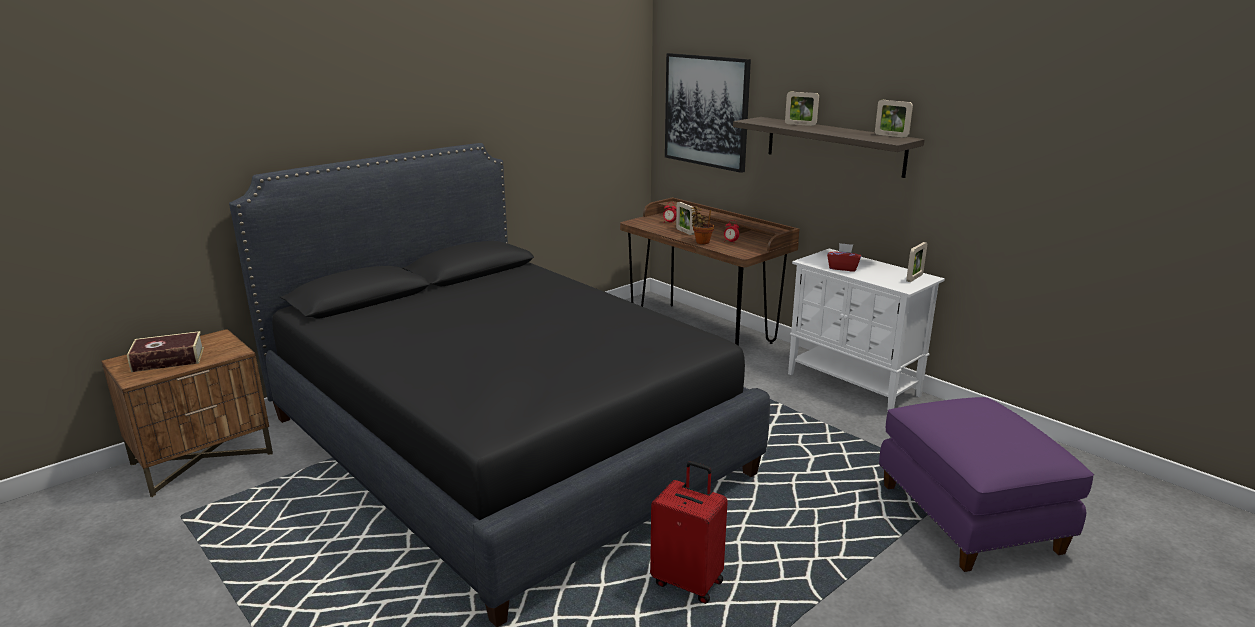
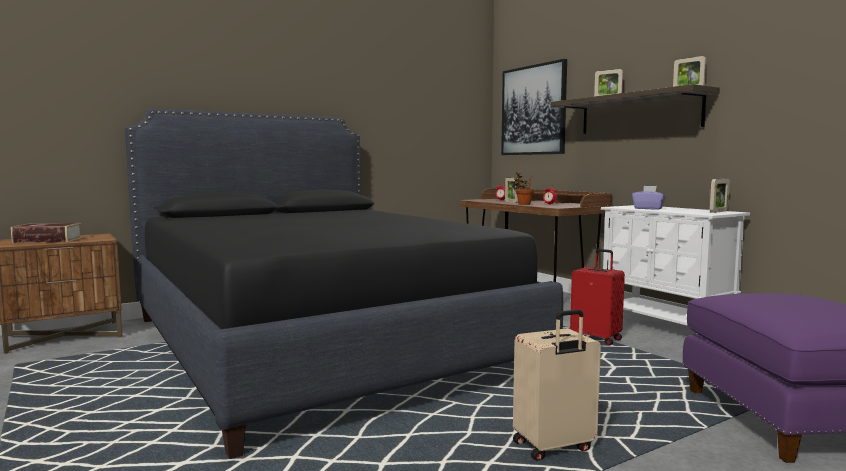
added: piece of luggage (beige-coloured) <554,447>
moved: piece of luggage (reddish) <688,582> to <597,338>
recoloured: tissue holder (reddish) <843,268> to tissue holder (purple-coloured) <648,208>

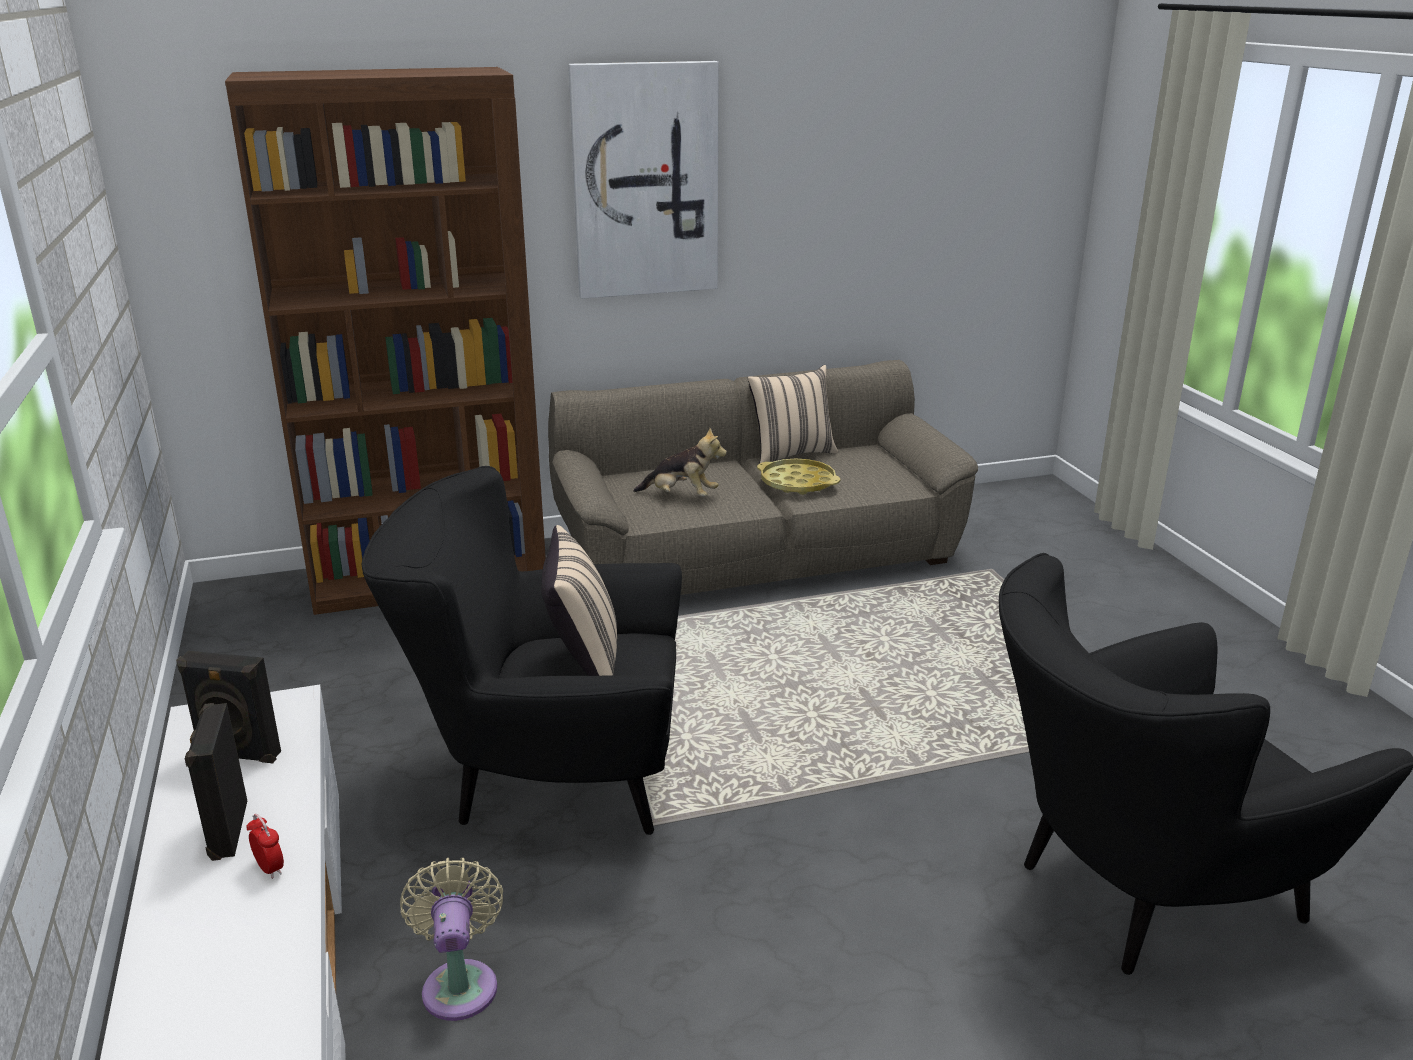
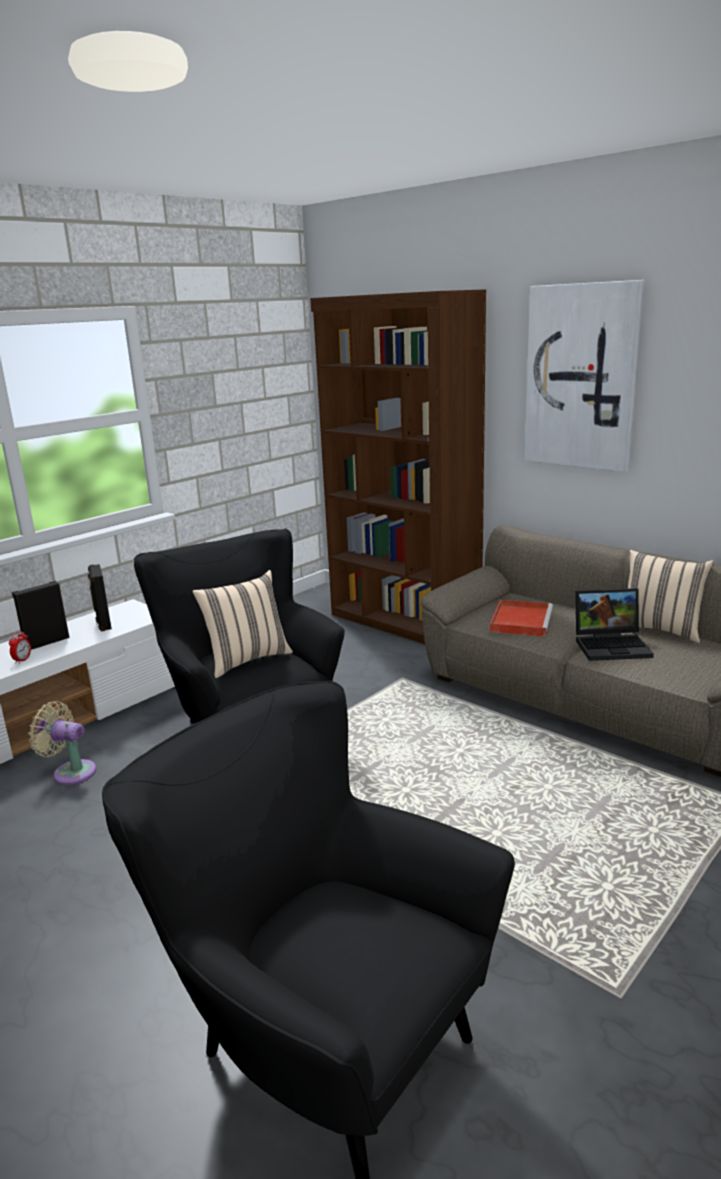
replaced: plush toy <681,496> to carrying tray (reddish) <520,620>; carrying tray (yellow-coloured) <797,483> to notebook computer <612,645>
turned: cooling fan (beige-coloured) <460,983> = <71,772> 120 degrees counterclockwise

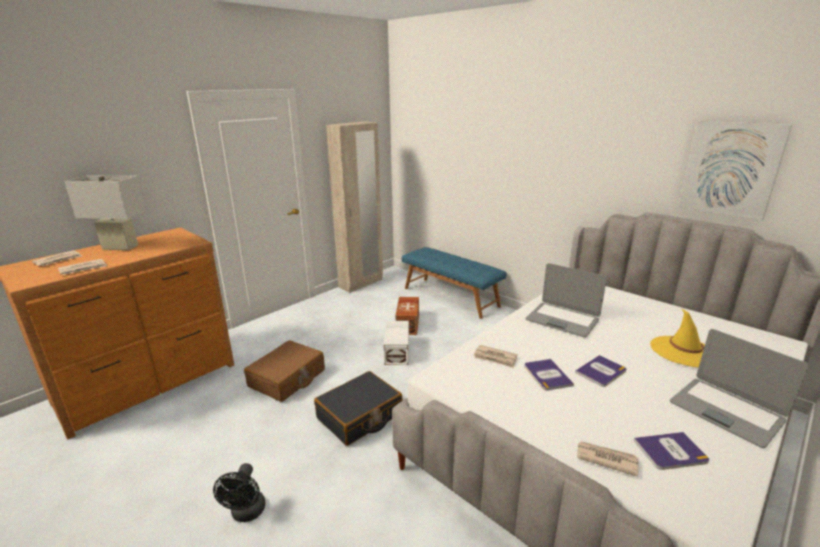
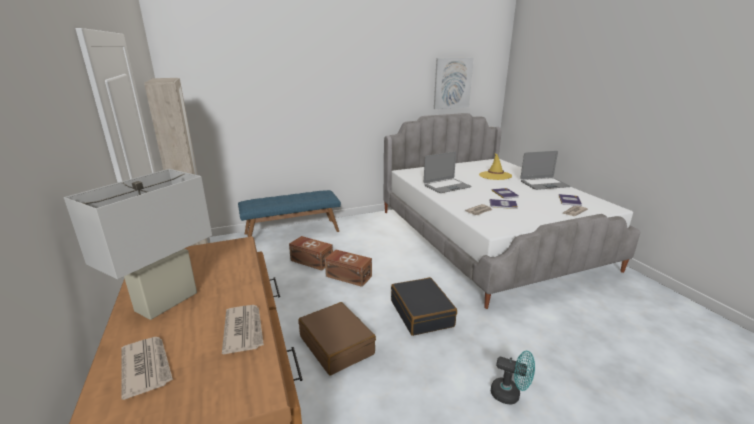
recoloured: cooling fan (blackish) <247,514> to cooling fan (blue-green) <510,395>; storage box (whitish) <397,351> to storage box (brownish) <348,275>

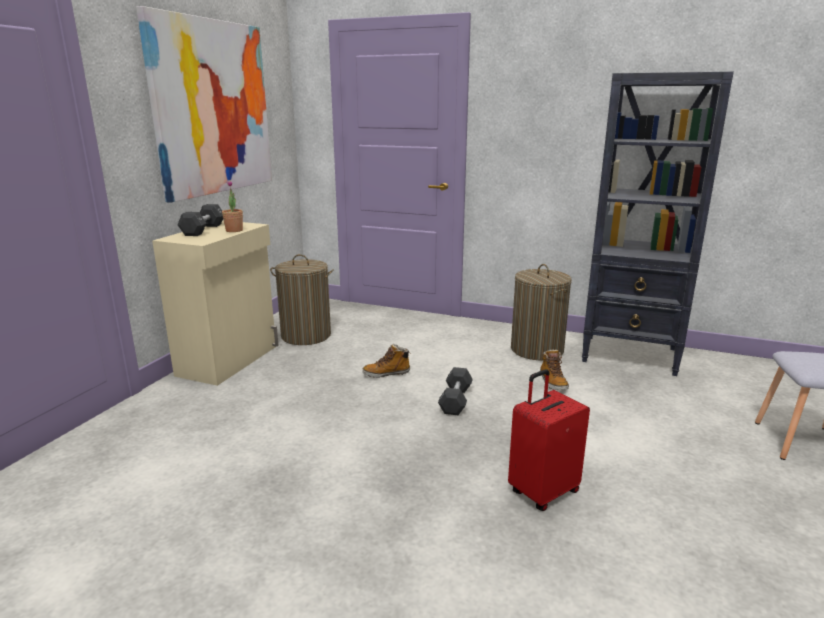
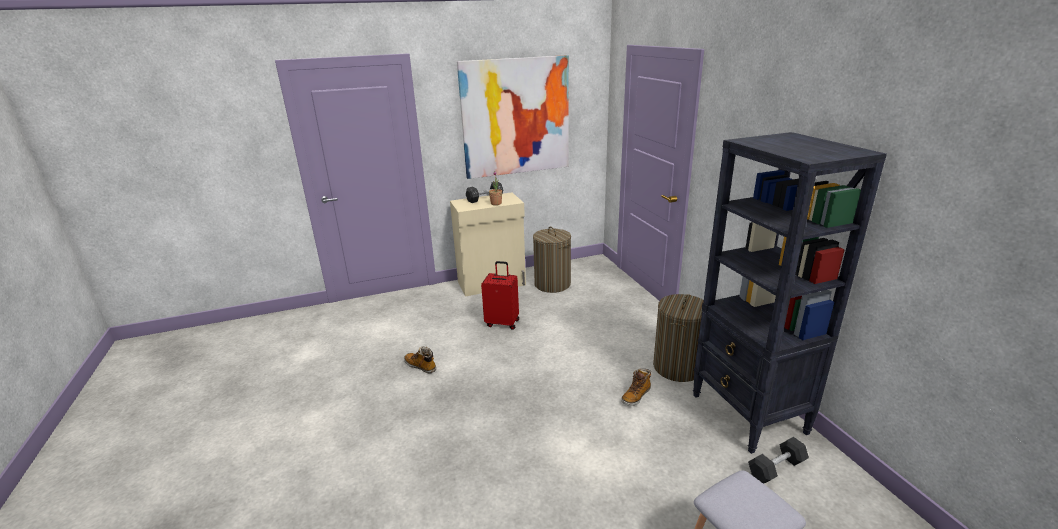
moved: high-top boot <386,373> to <421,366>; free weight (blackish) <455,400> to <776,468>; piece of luggage (reddish) <542,491> to <502,323>

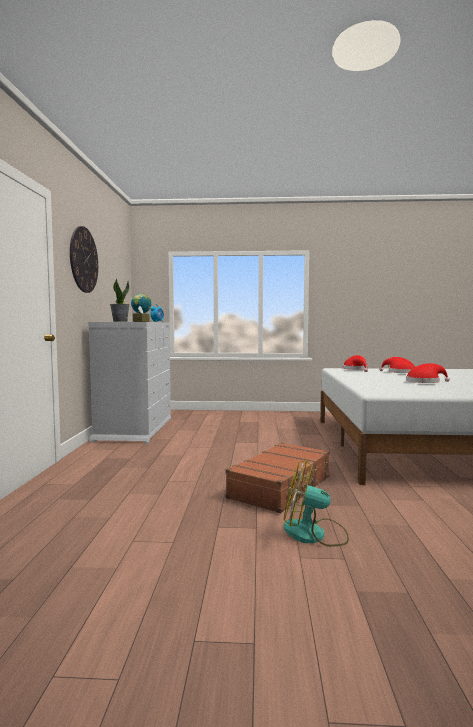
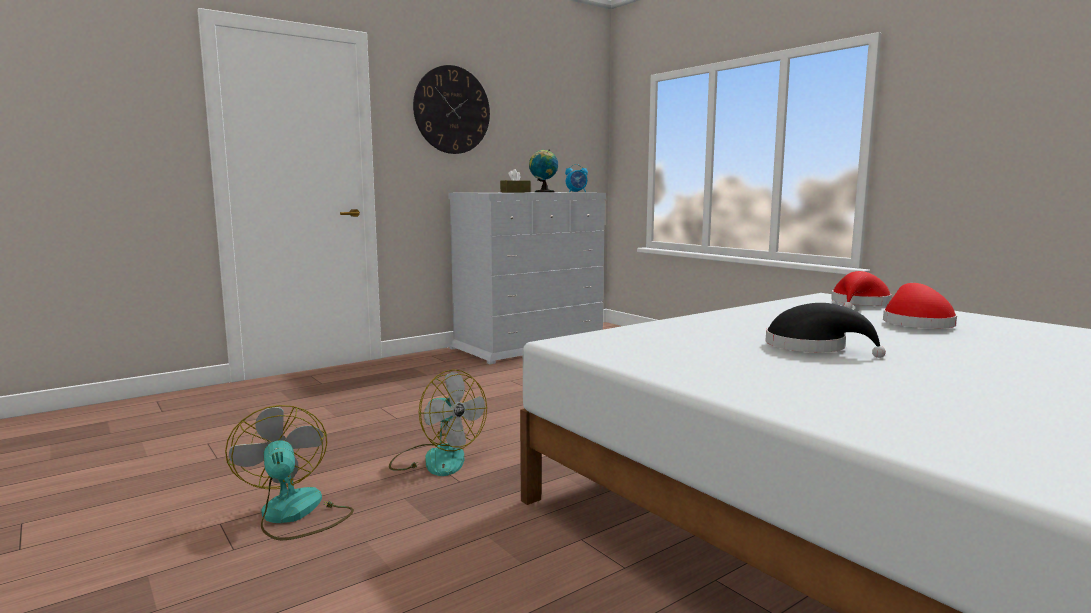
removed: potted plant <120,321>
replaced: piece of luggage (brownish) <281,487> to cooling fan <436,459>
recoloured: wearable hat (reddish) <425,382> to wearable hat (blackish) <812,347>

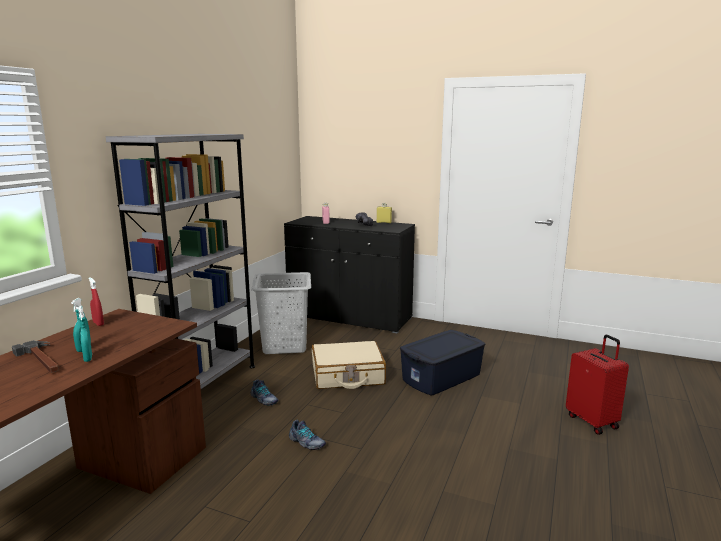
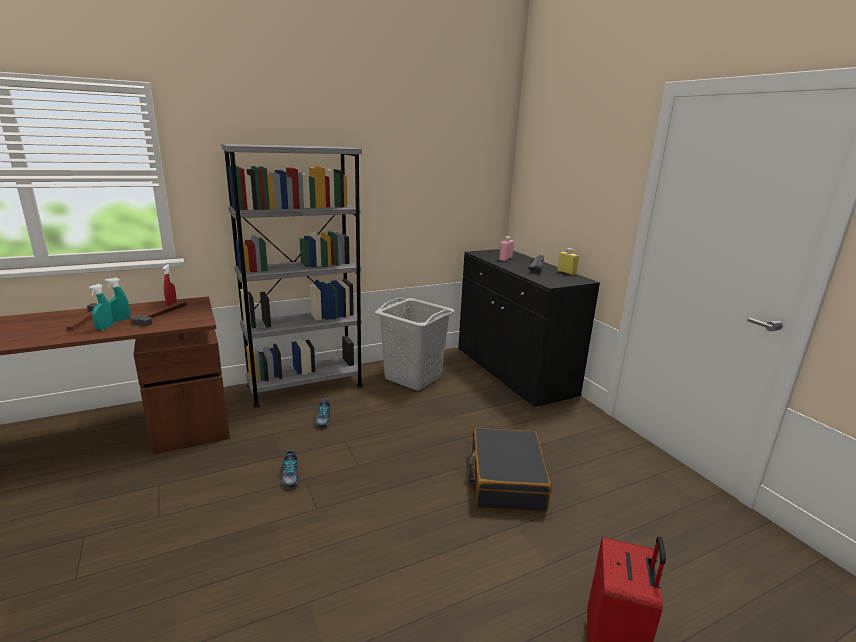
removed: piece of luggage (beige-coloured) <347,375>
added: hammer <161,314>
replaced: storage box (blue) <442,377> to piece of luggage (blackish) <505,480>

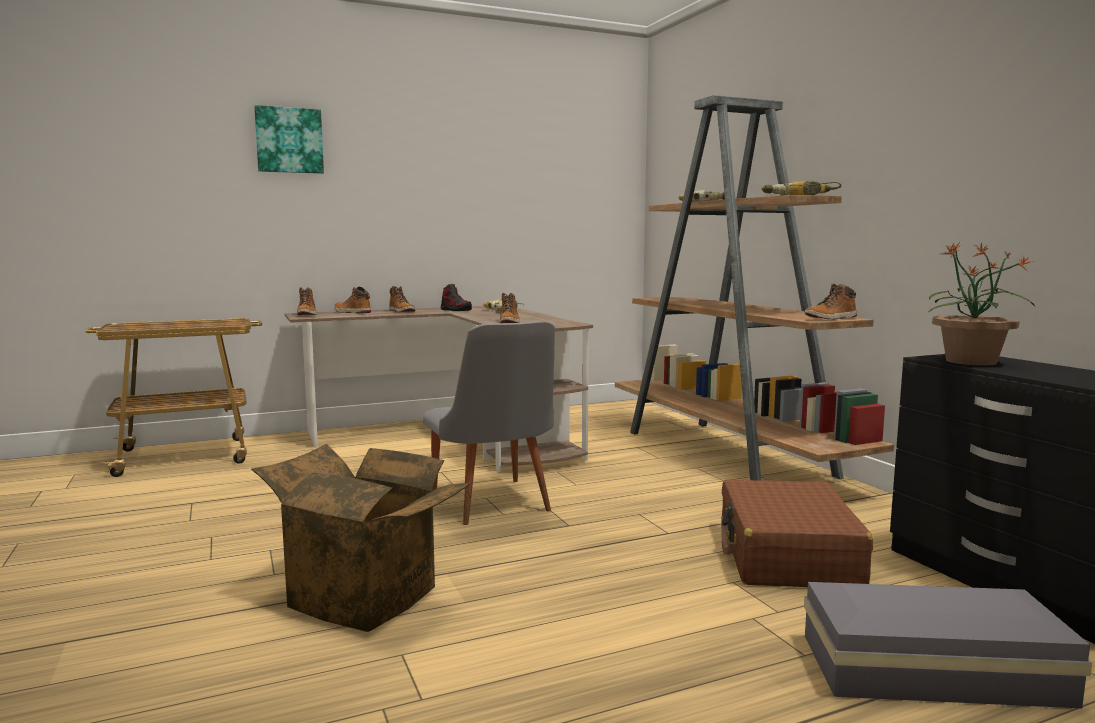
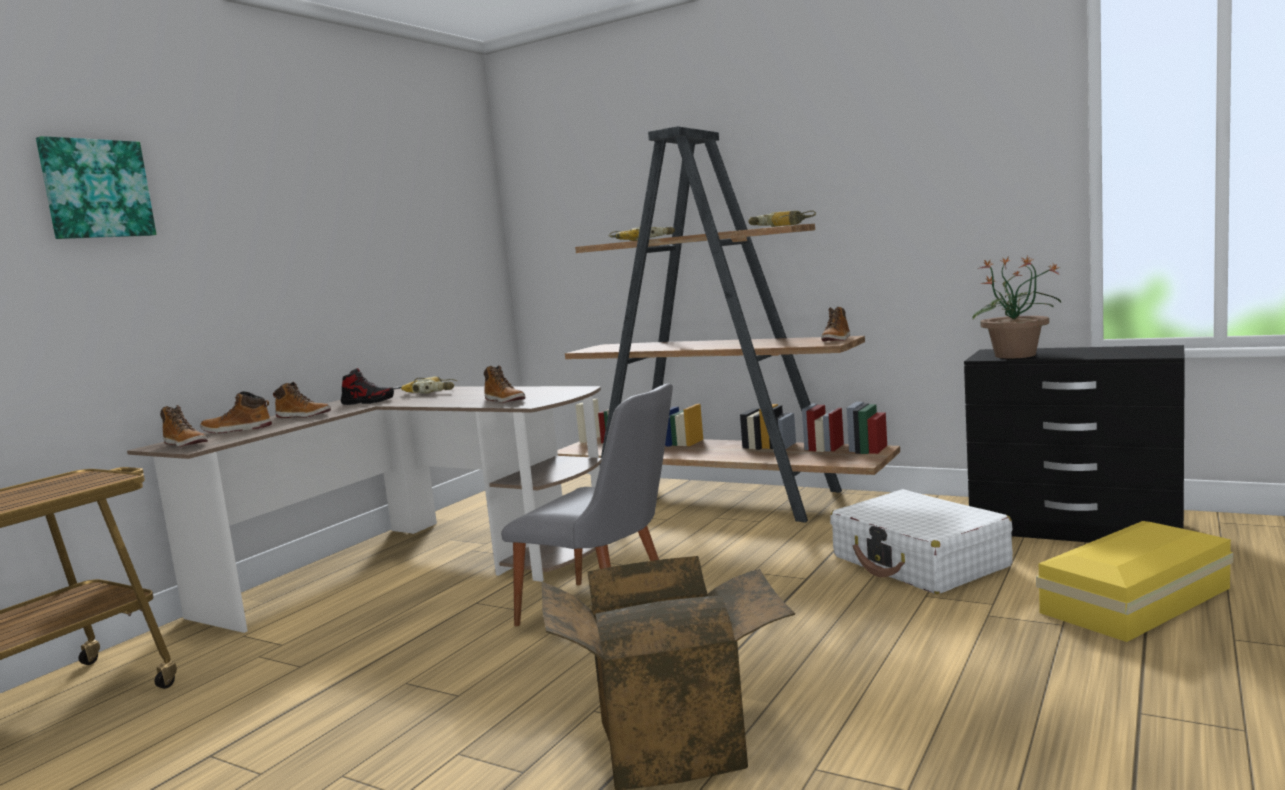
recoloured: piece of luggage (brownish) <787,555> to piece of luggage (whitish) <920,562>; storage box (grey) <937,671> to storage box (yellow-coloured) <1139,600>

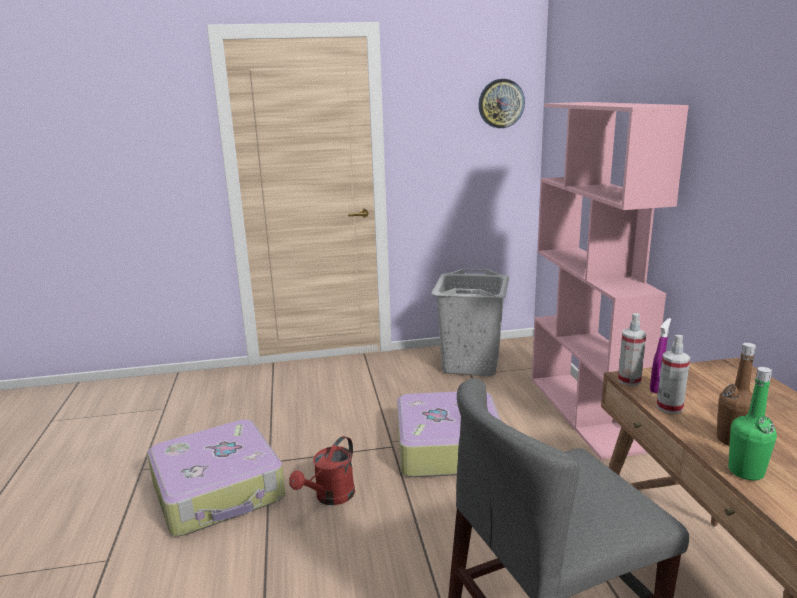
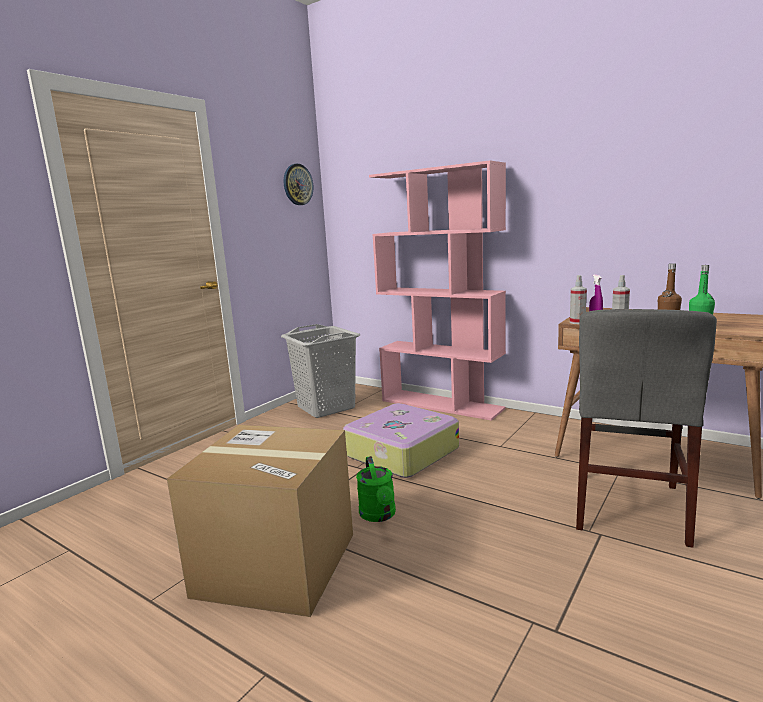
replaced: piece of luggage <219,491> to packing box <276,564>
recoloured: sprinkling can (reddish) <330,497> to sprinkling can (green) <379,515>

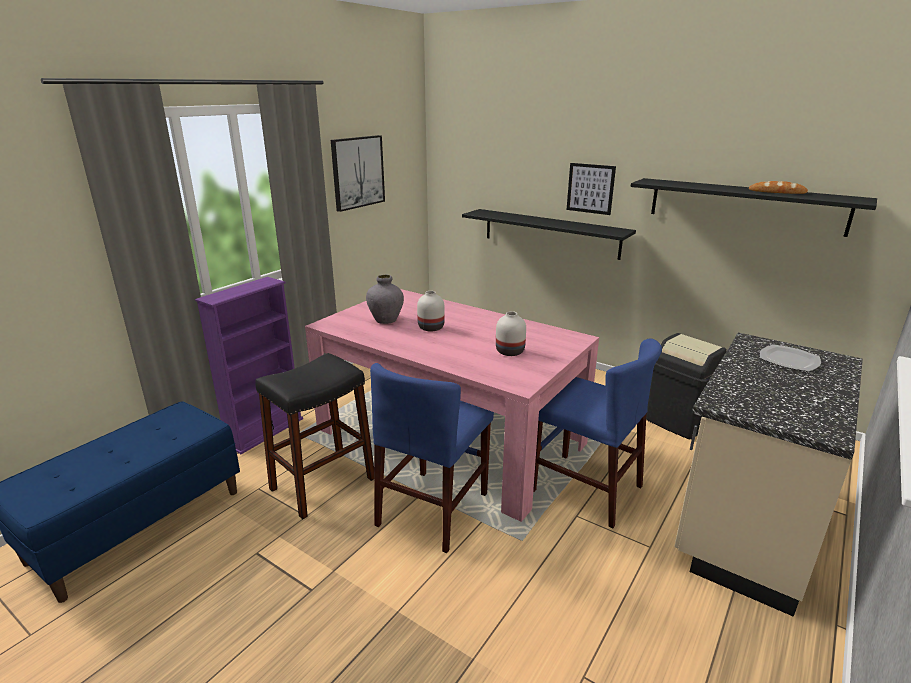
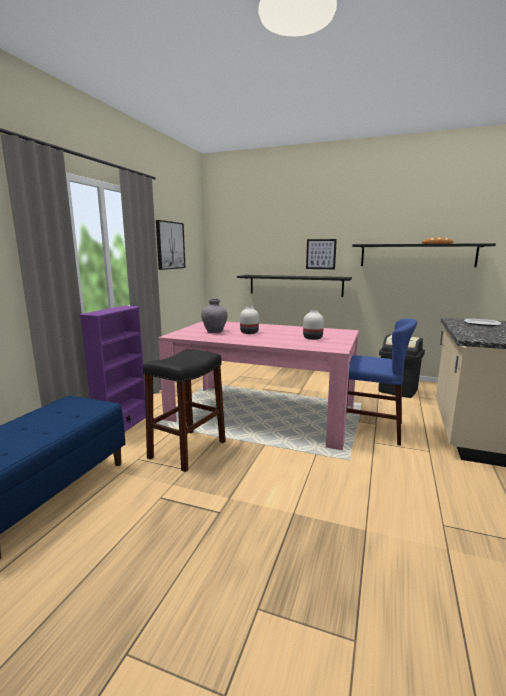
removed: plain chair (blue) <433,509>

